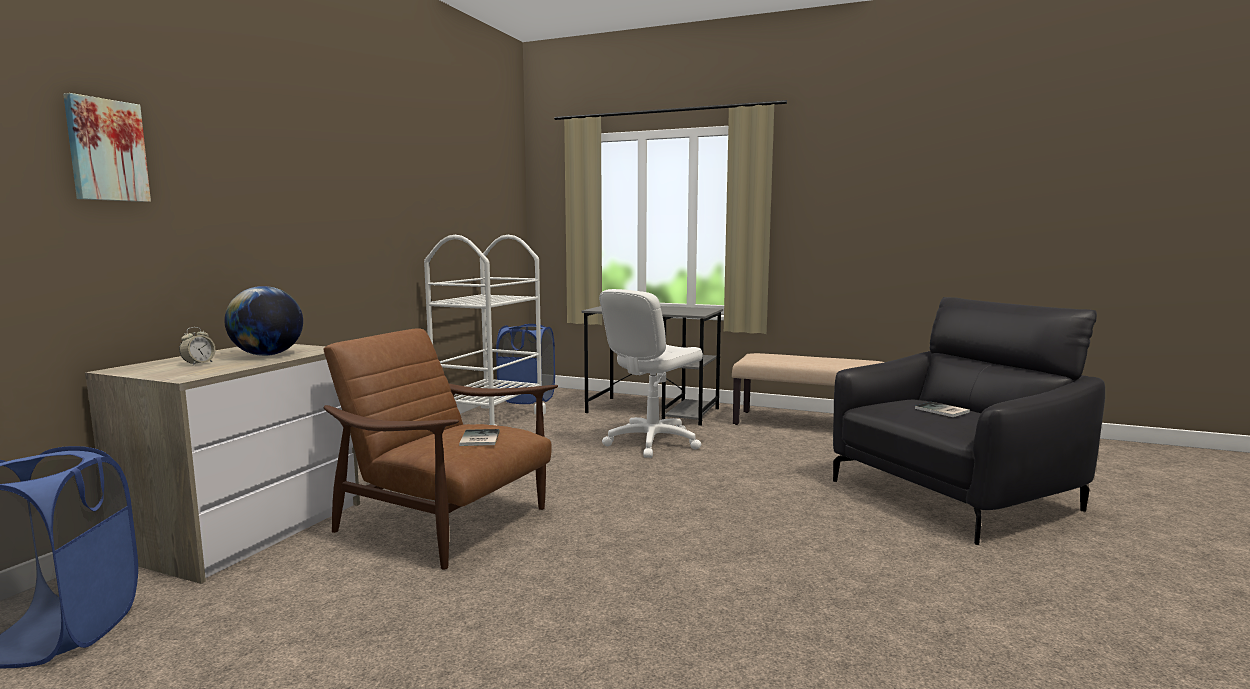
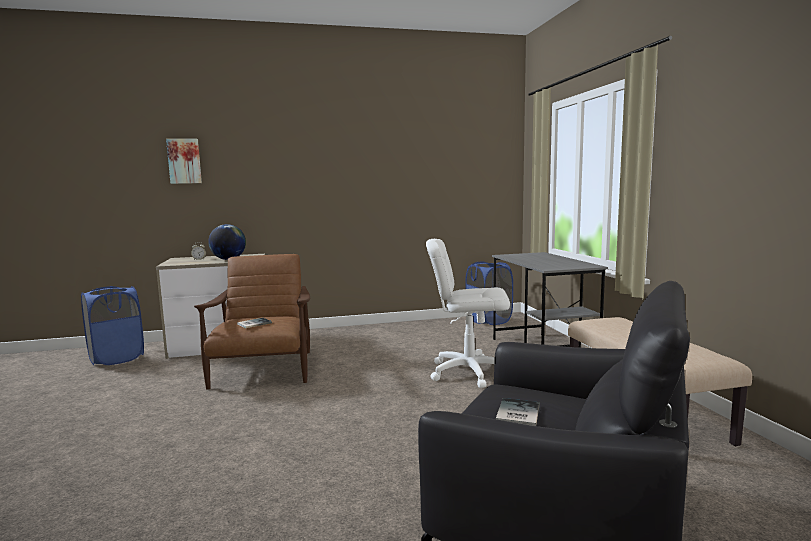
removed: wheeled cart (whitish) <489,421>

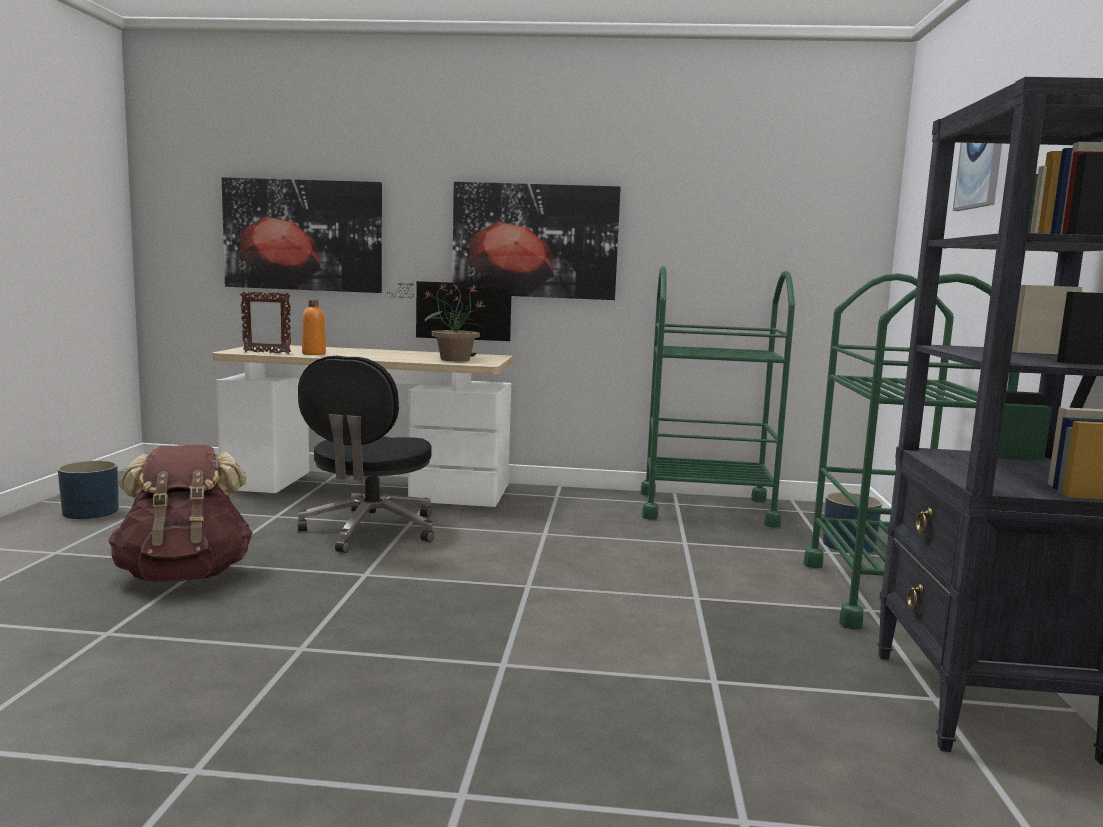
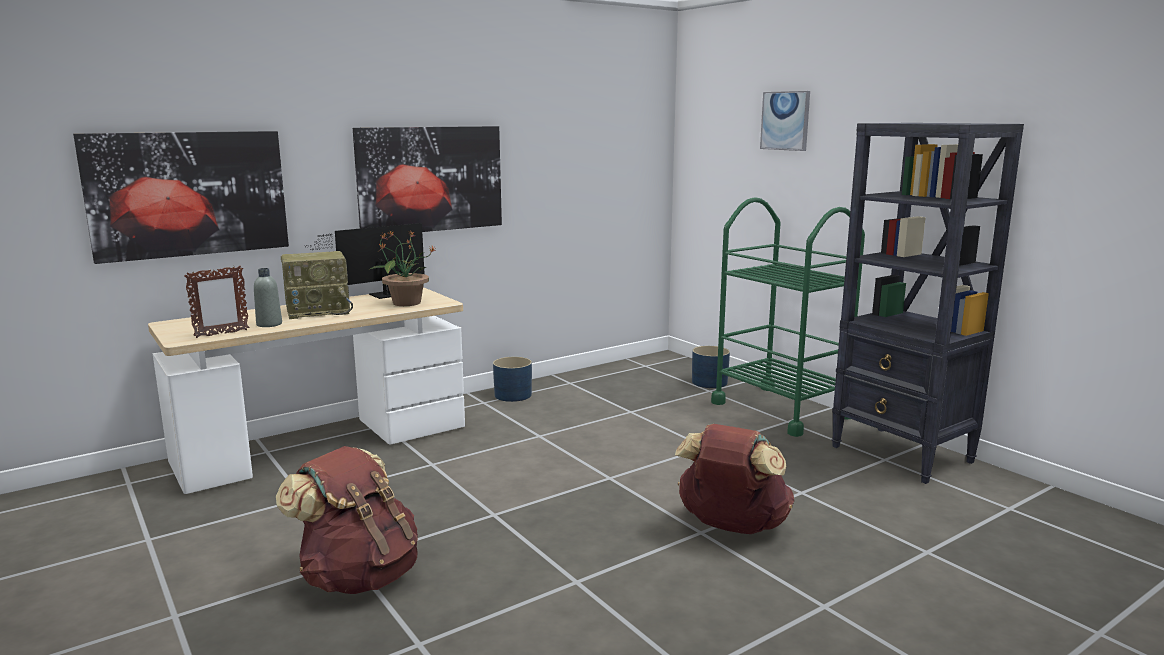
removed: computer chair (blackish) <370,530>; wheeled cart (green) <706,509>
added: radio <319,311>; rucksack (brownish) <731,526>
moved: plant pot (blue) <91,512> to <513,395>
recoloured: beverage bottle (orange) <313,354> to beverage bottle (grey) <269,324>

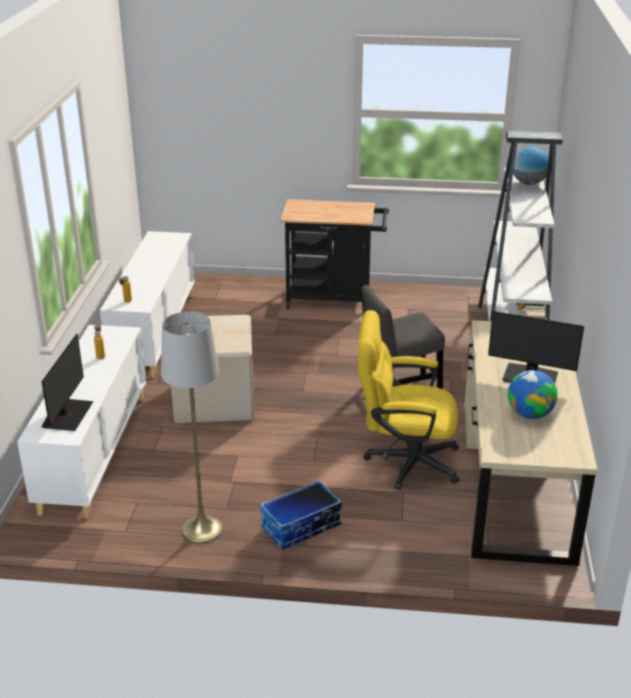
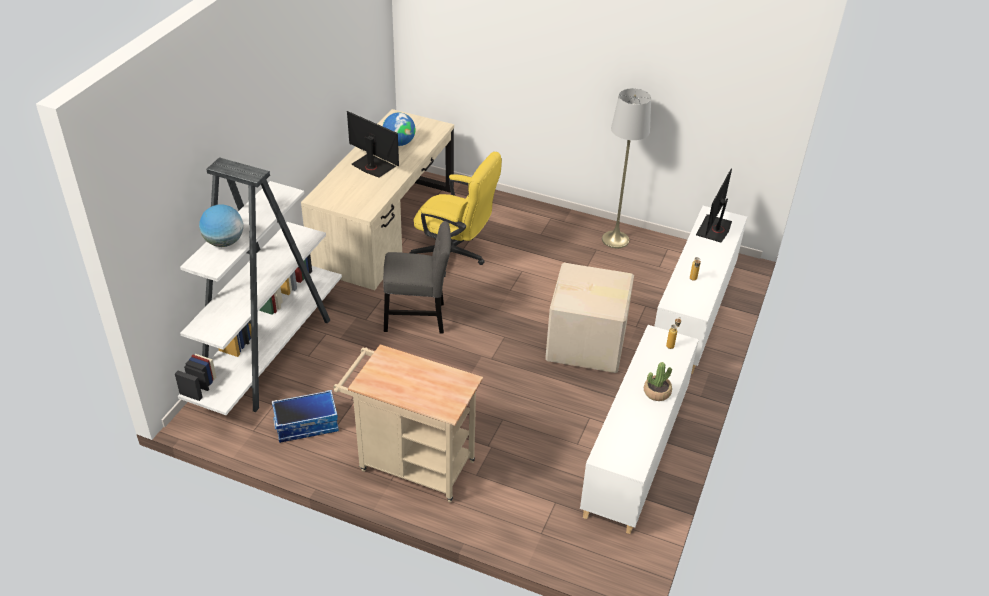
added: potted plant <657,392>
moved: storage box <301,527> to <307,425>
recoloured: wheeled cart (blackish) <334,300> to wheeled cart (beige-coloured) <410,464>

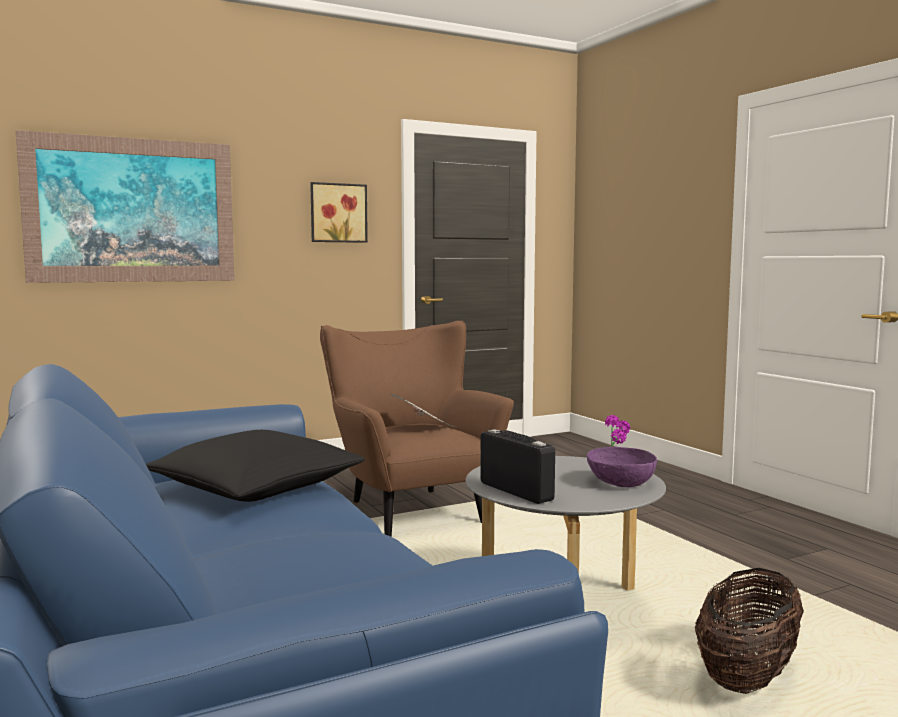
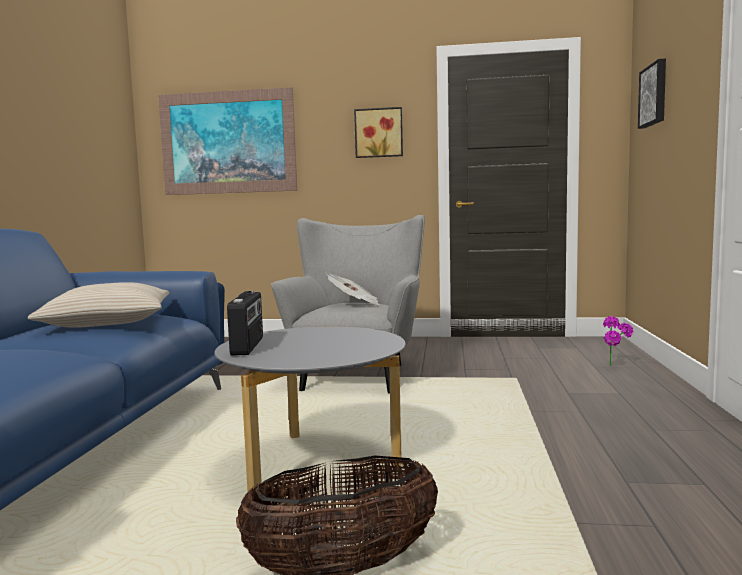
removed: serving bowl (purple-coloured) <621,482>
added: wall art <654,95>
recoloured: cushion (blackish) <257,486> to cushion (beige-coloured) <107,322>; easy chair (brownish) <409,509> to easy chair (grey) <358,375>

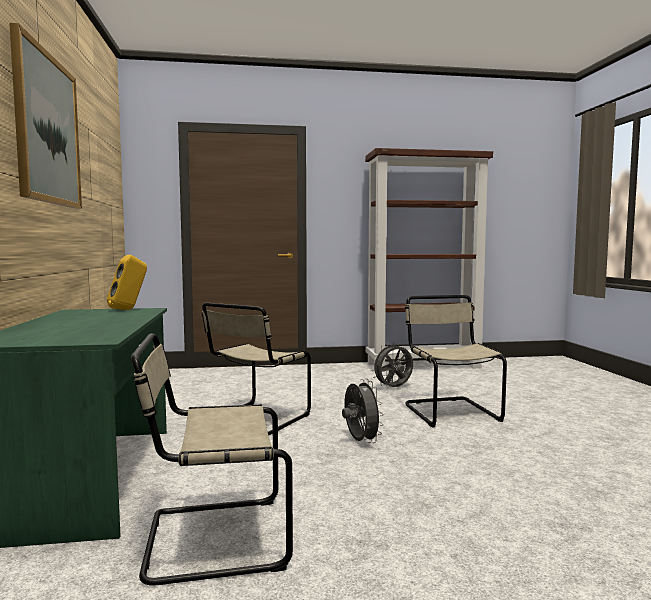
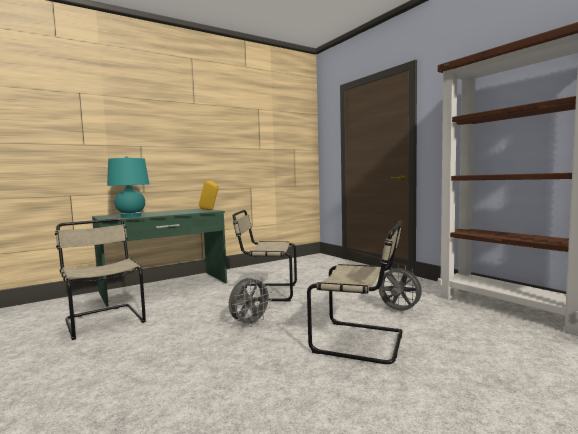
removed: wall art <47,129>
added: table lamp (blue-green) <131,216>
turned: plain chair (beige-coloured) <449,412> = <362,342> 60 degrees clockwise

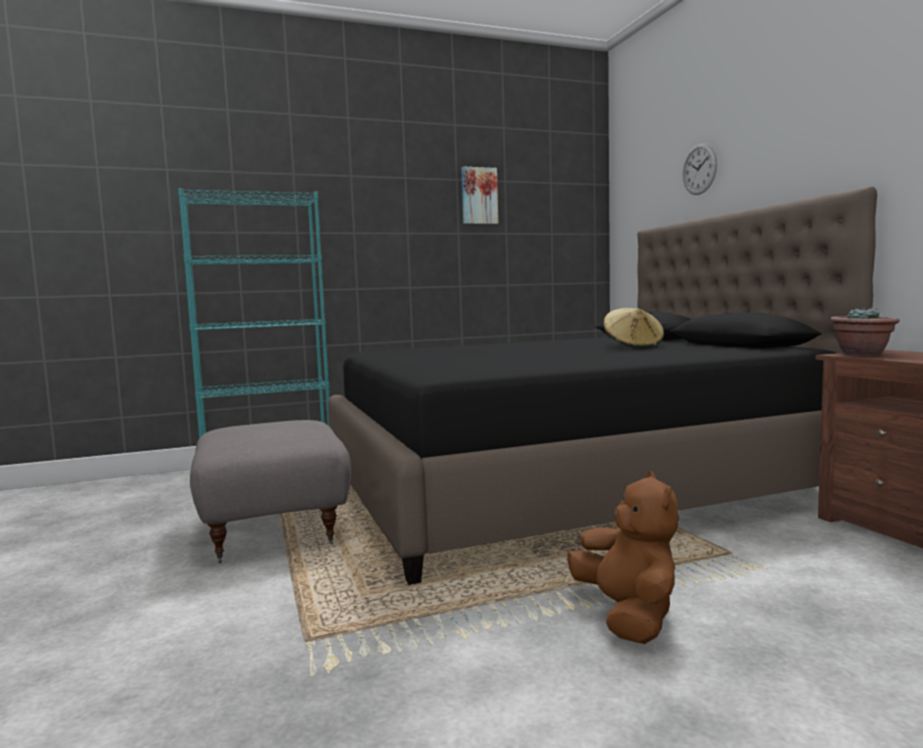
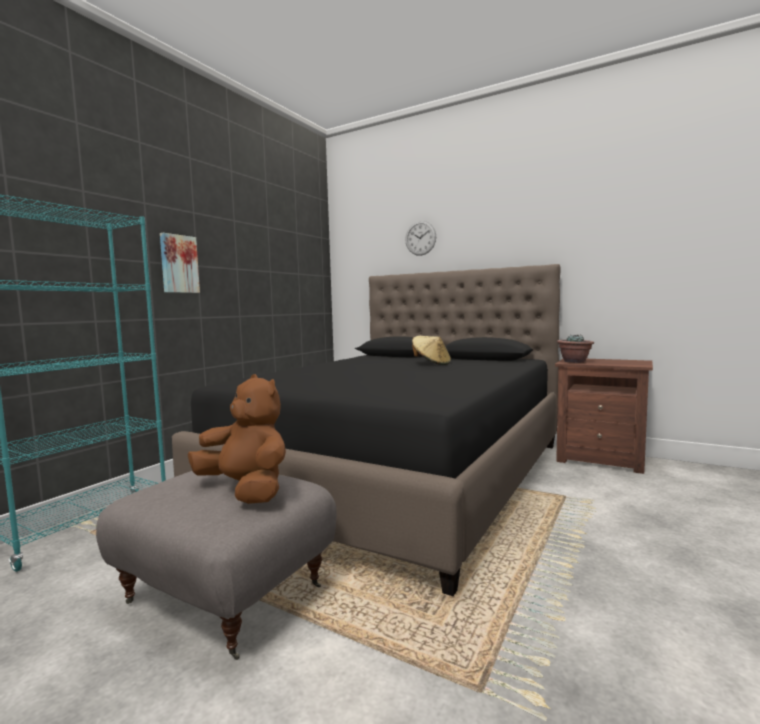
moved: wall art <479,196> to <178,264>; plush toy (brownish) <628,615> to <246,490>

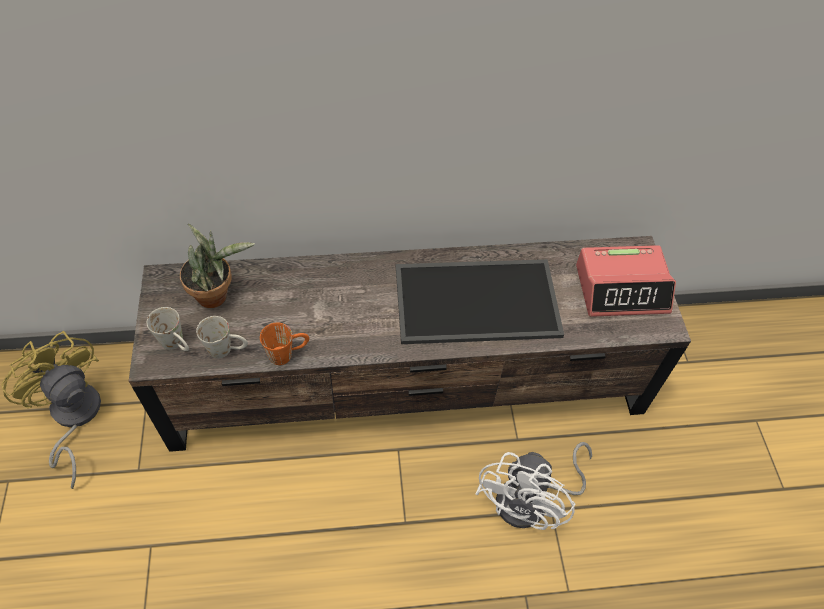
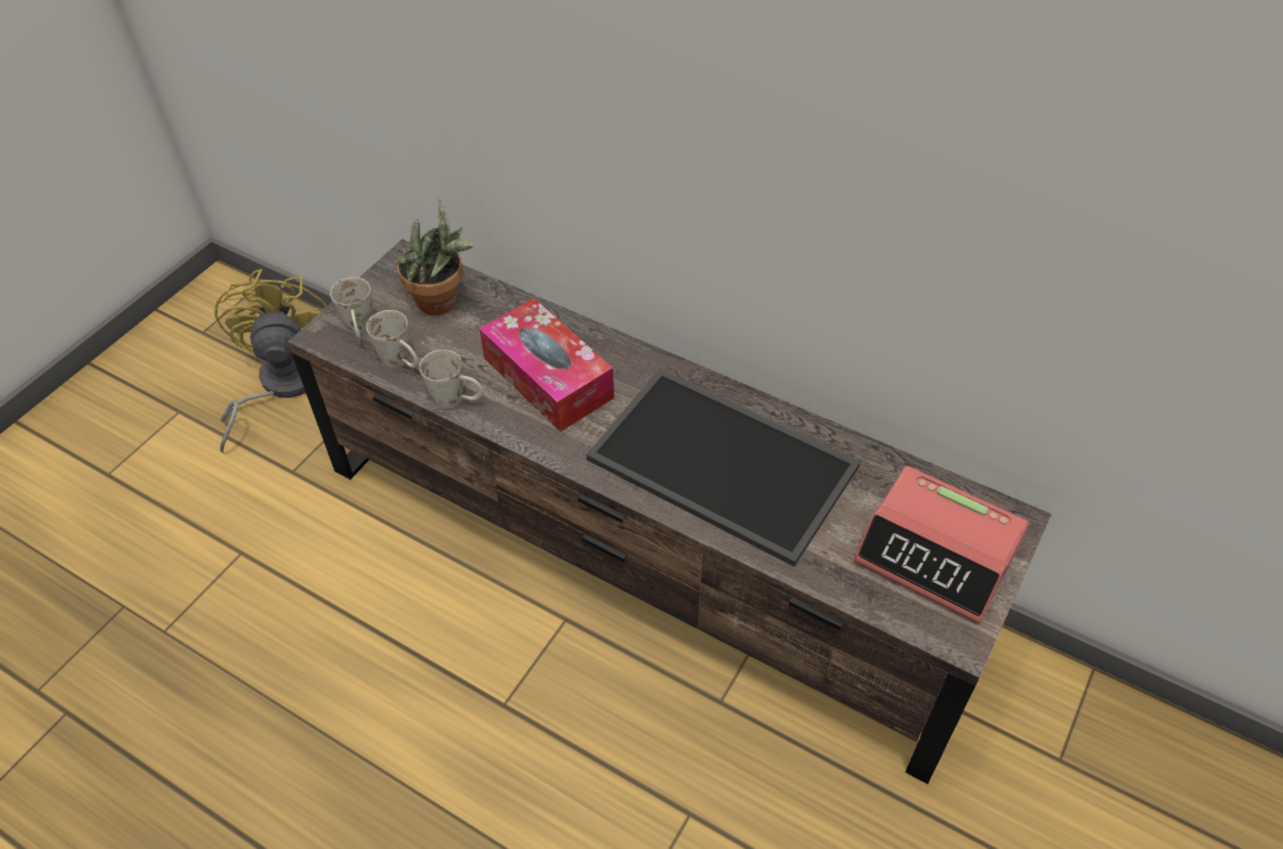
removed: cooling fan (whitish) <531,501>
added: tissue holder <548,378>
recoloured: coffee mug (orange) <288,353> to coffee mug (whitish) <457,400>

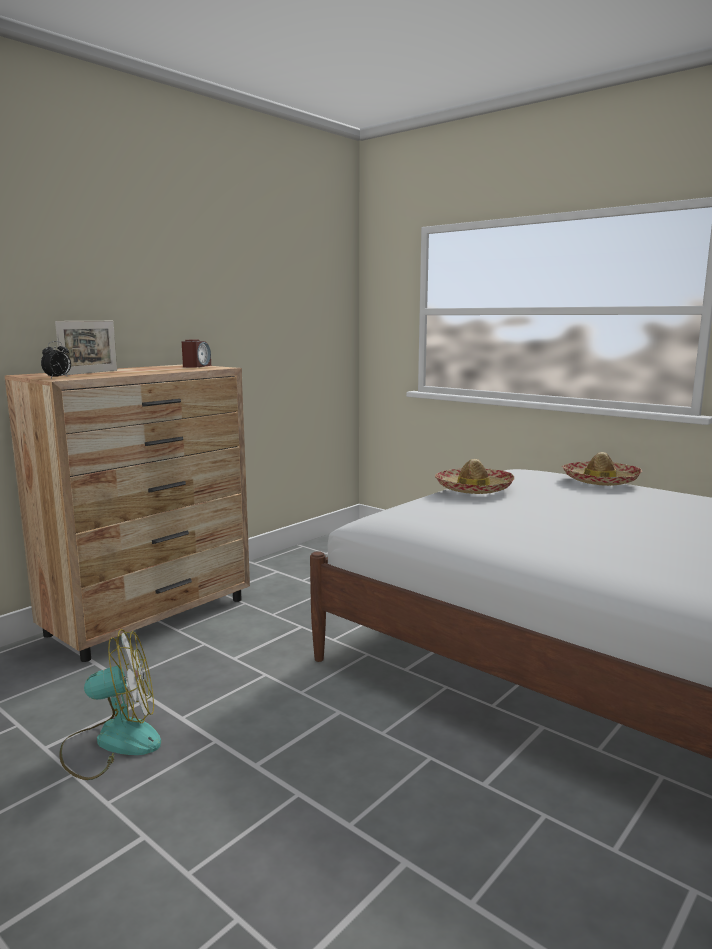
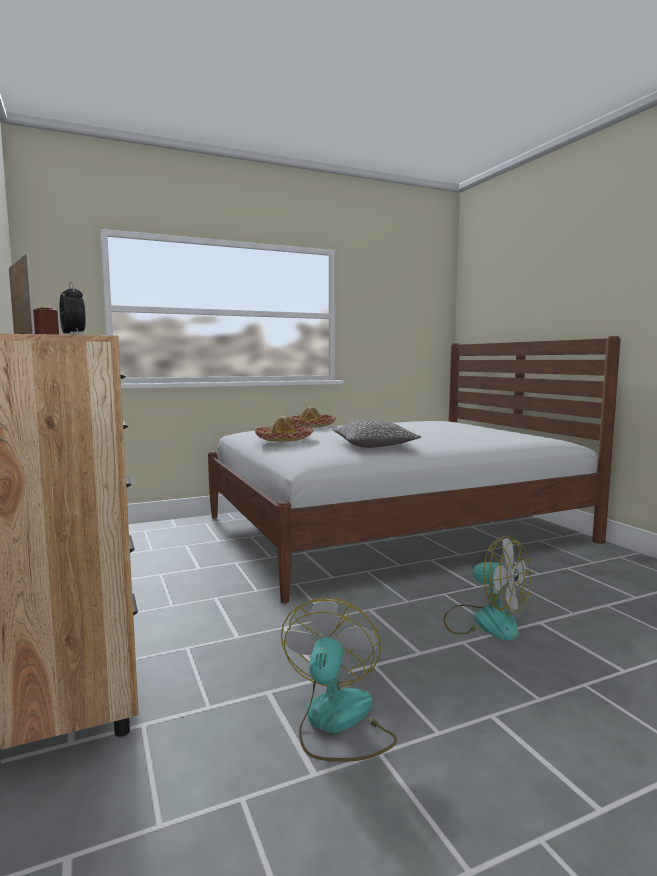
added: cushion <374,445>; cooling fan <484,621>

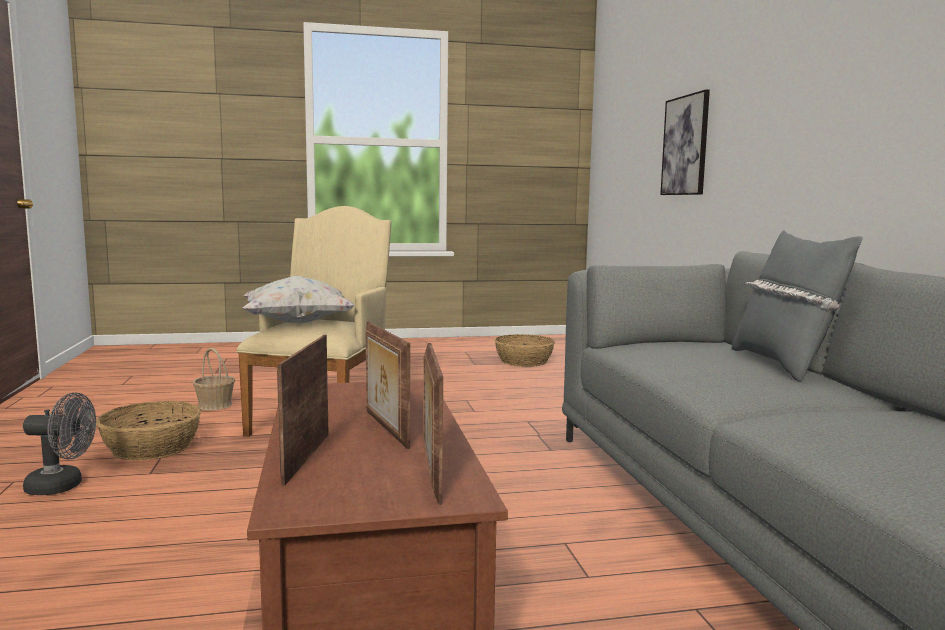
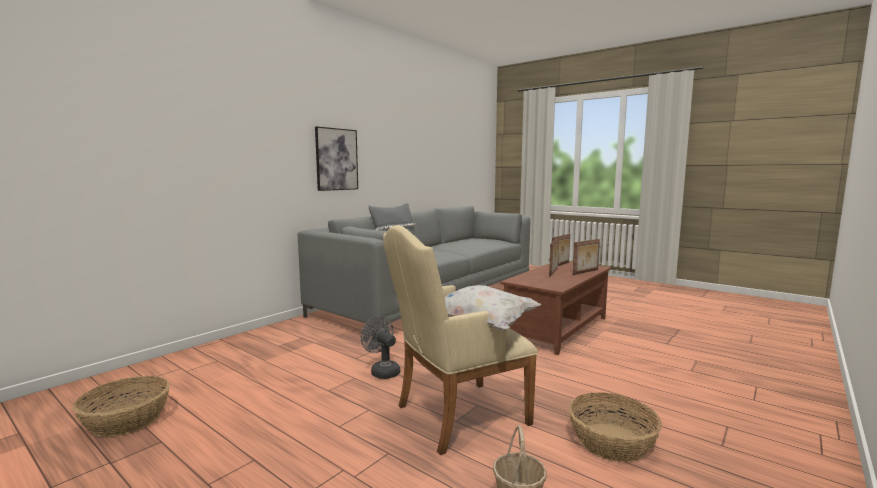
moved: cooling fan (grey) <63,486> to <382,371>; wall art <685,145> to <336,159>

